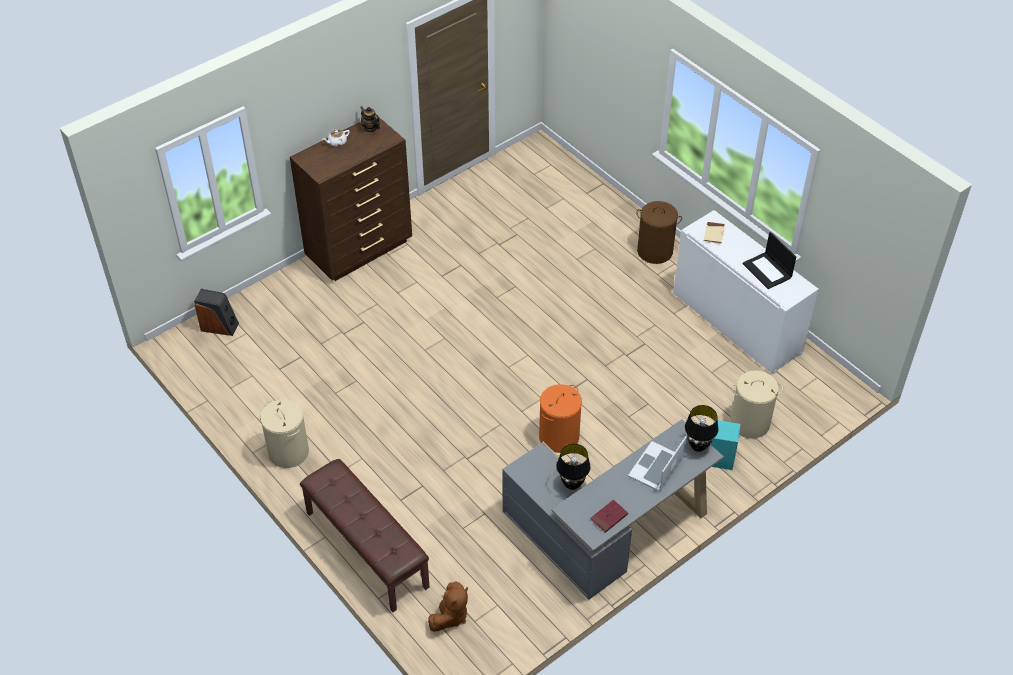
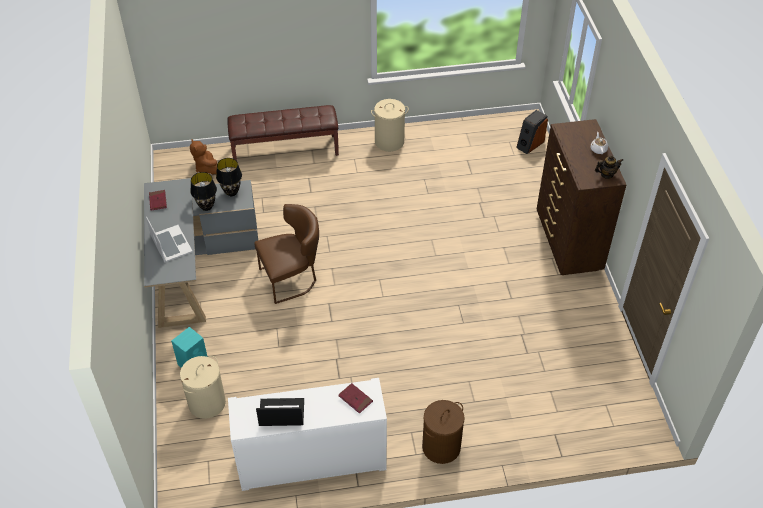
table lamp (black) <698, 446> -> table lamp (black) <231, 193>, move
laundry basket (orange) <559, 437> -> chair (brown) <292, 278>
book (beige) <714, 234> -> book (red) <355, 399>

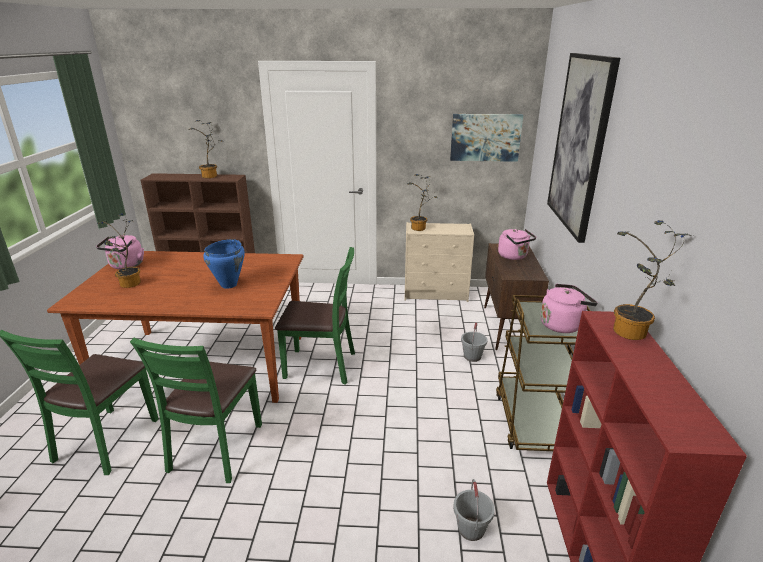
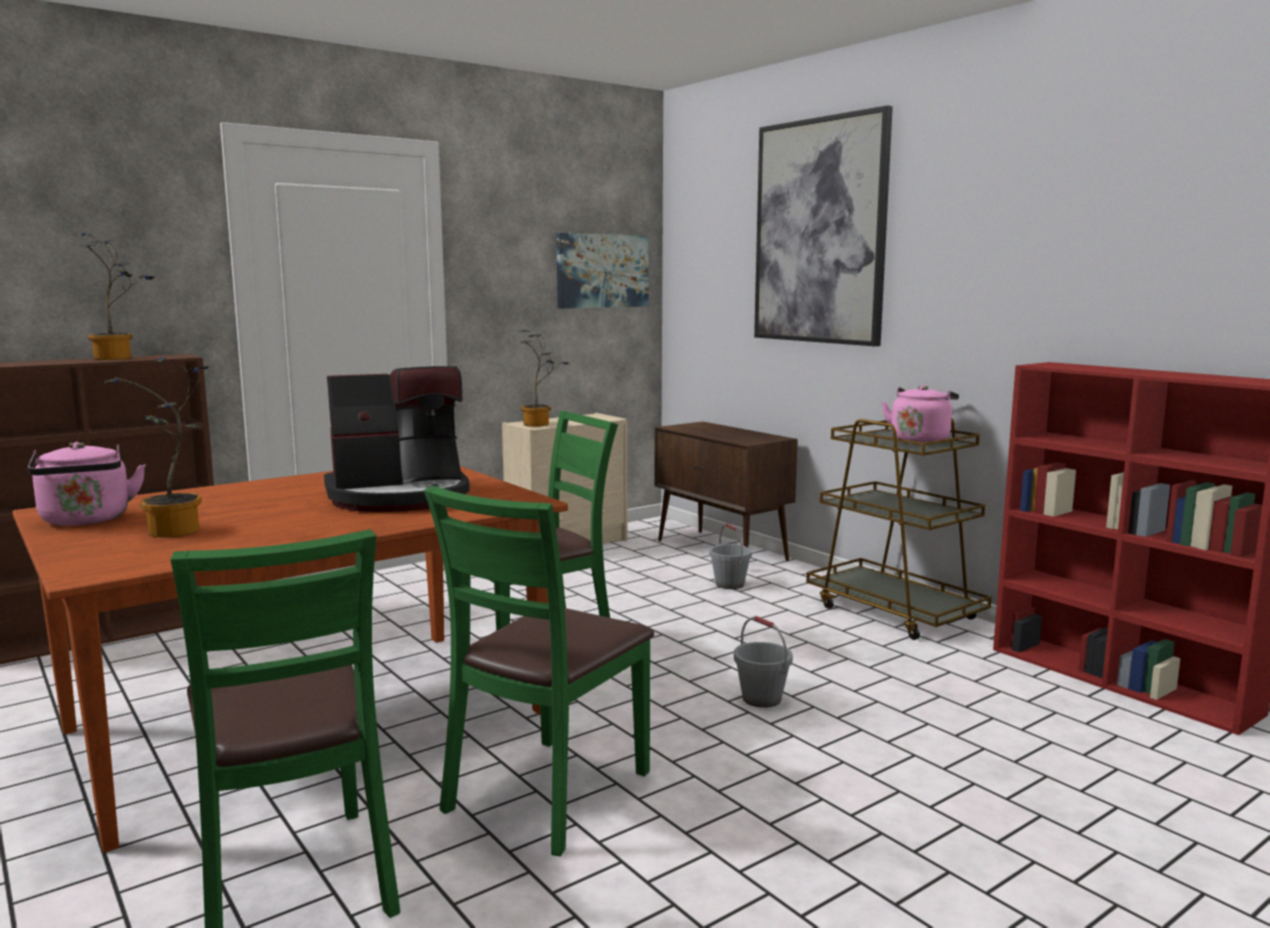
kettle (pink) <514, 256> -> none
potted plant <631, 334> -> none
bucket (grey) <471, 529> -> bucket (grey) <762, 699>, move
cooking pot (blue) <229, 285> -> coffee machine <400, 496>
chair (green) <216, 448> -> chair (green) <548, 793>, 60 degrees clockwise

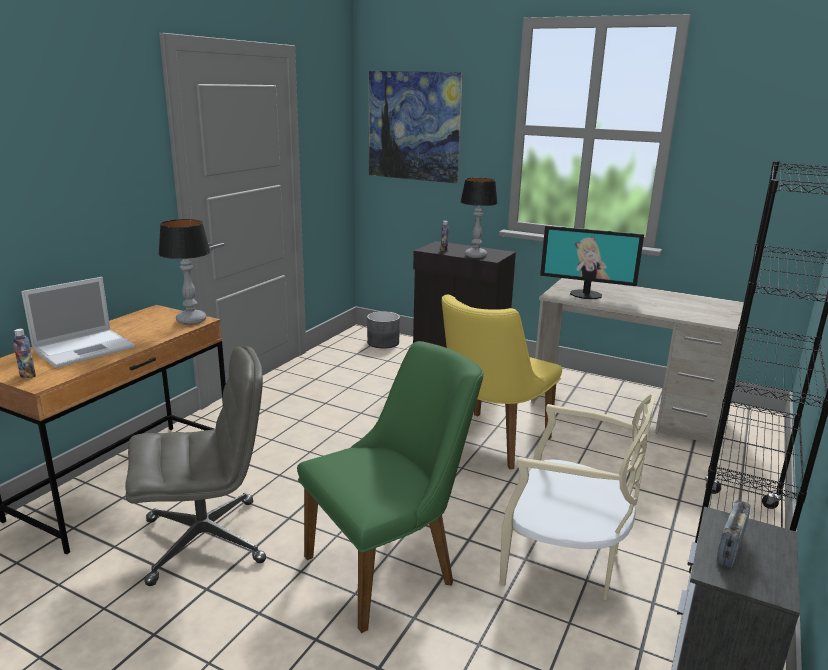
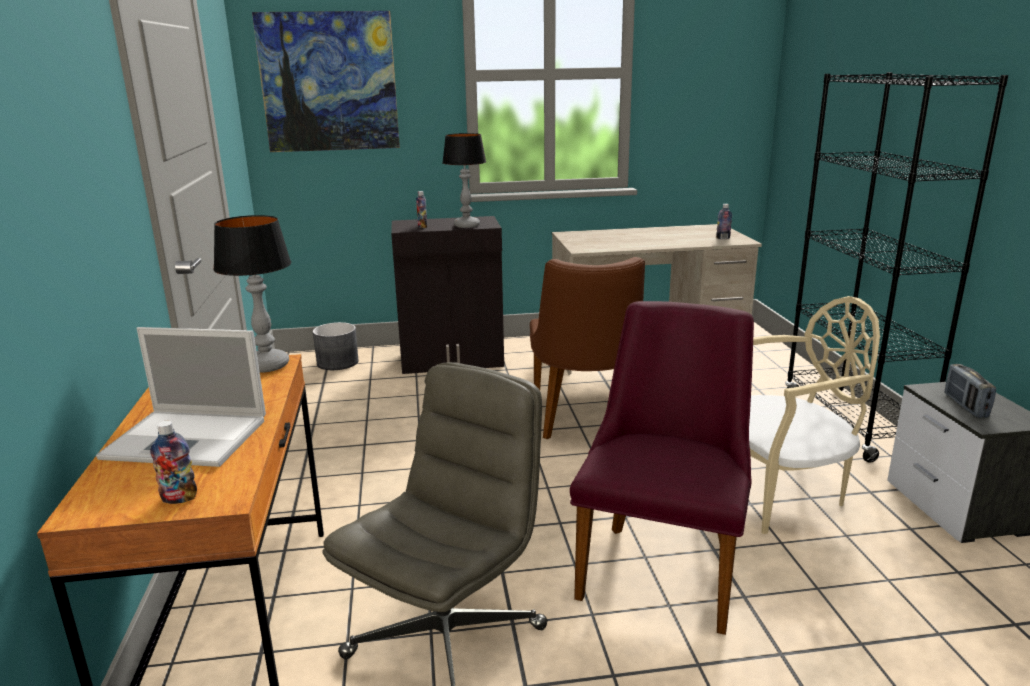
monitor <586, 294> -> none
none -> bottle <723, 238>
chair (green) <391, 566> -> chair (purple) <663, 565>
chair (yellow) <489, 444> -> chair (brown) <585, 422>
laptop <86, 348> -> laptop <189, 438>, 90 degrees clockwise

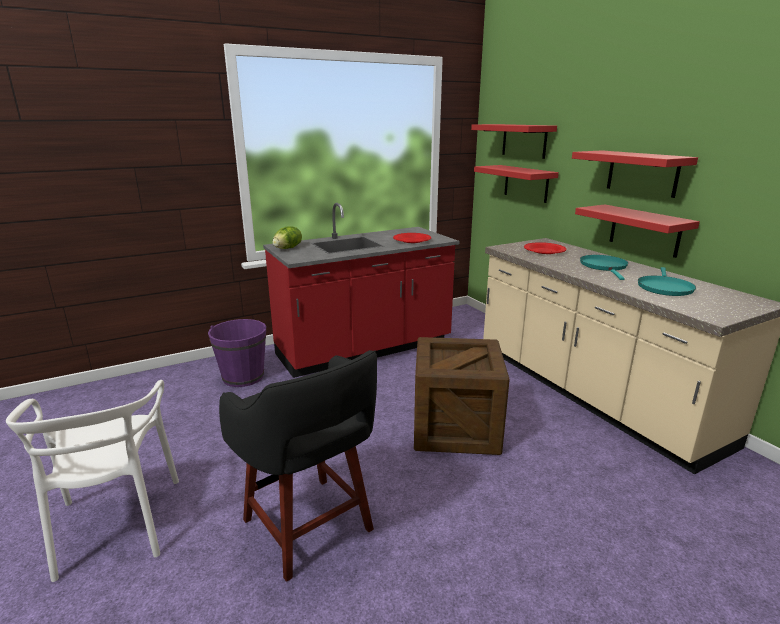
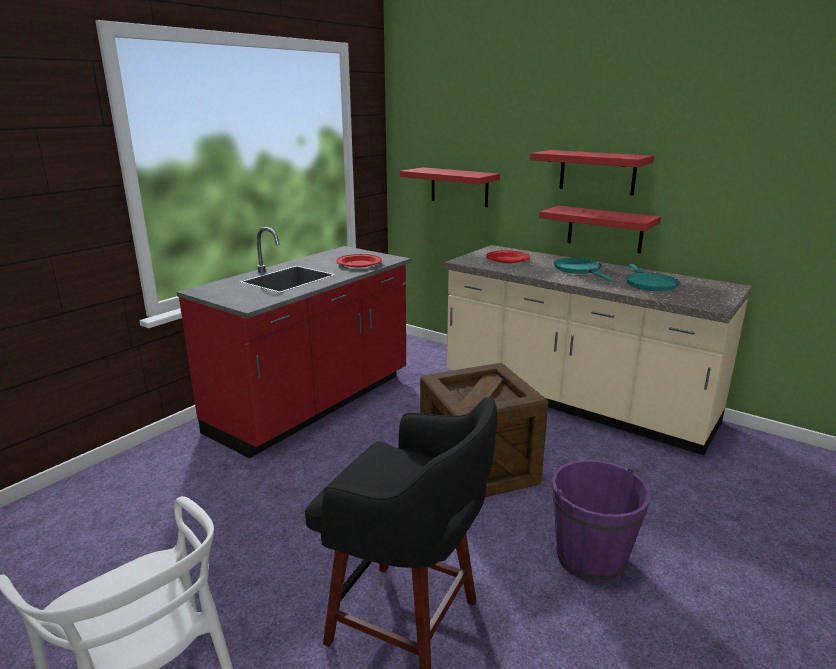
lettuce <288, 248> -> none
shelf (red) <524, 140> -> none
bucket (purple) <243, 377> -> bucket (purple) <591, 558>, move

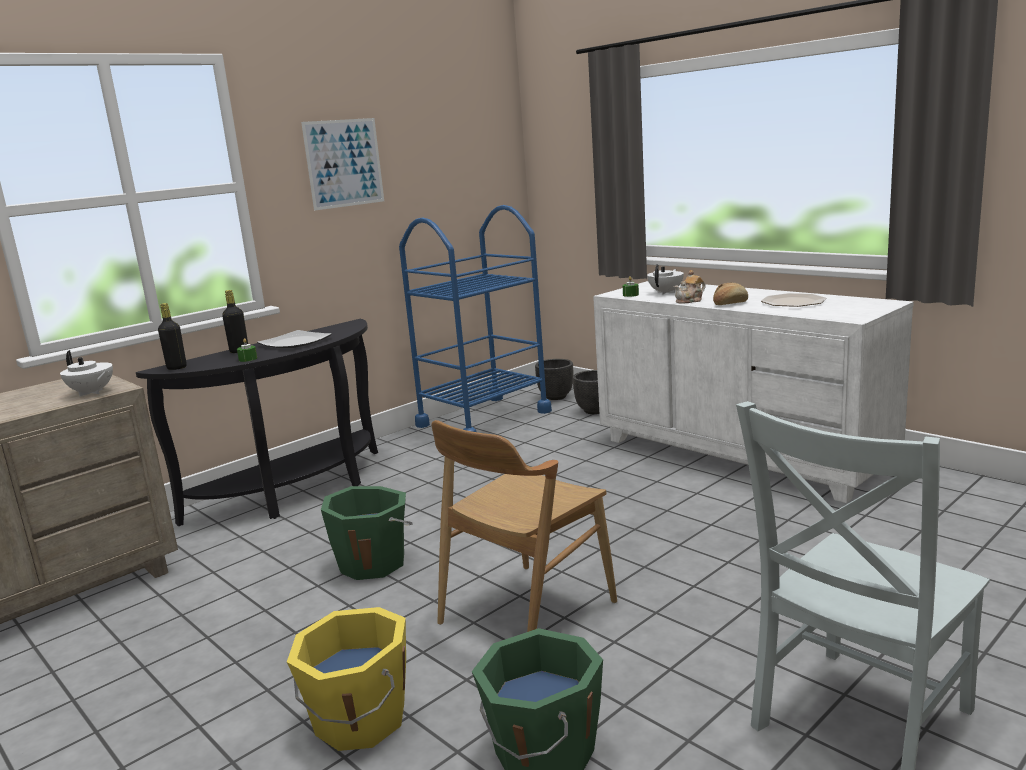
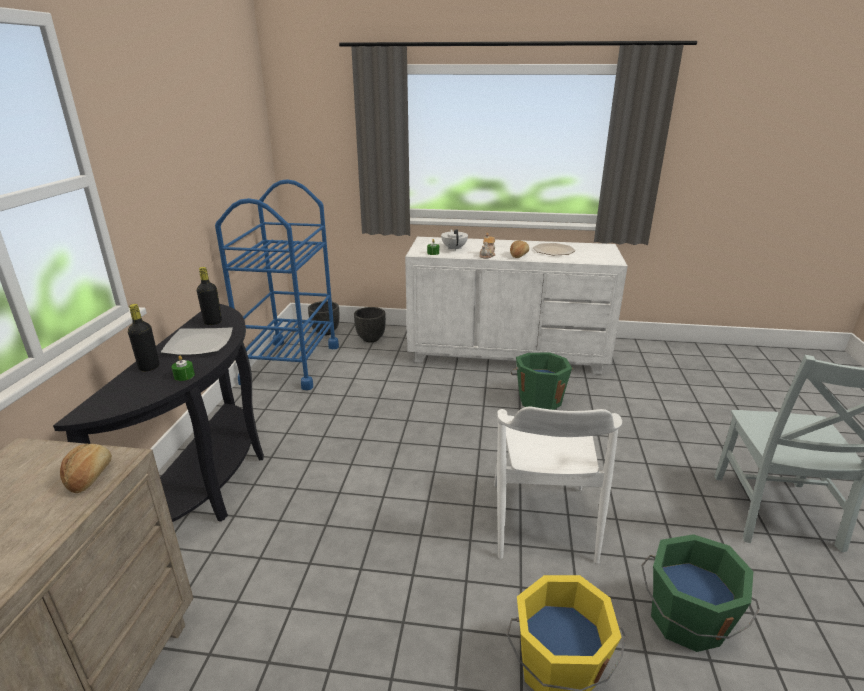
picture <344, 163> -> none
bottle (black) <177, 368> -> bottle (black) <213, 322>, move
bucket (green) <374, 562> -> bucket (green) <539, 400>, move
teapot (white) <92, 393> -> bread <89, 477>
chair (brown) <526, 612> -> chair (white) <541, 521>

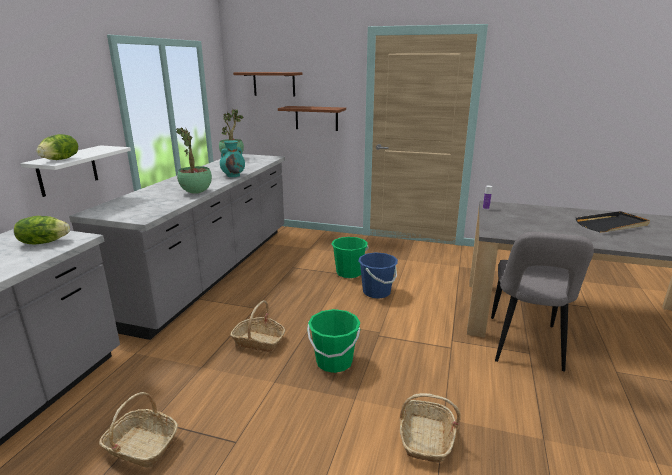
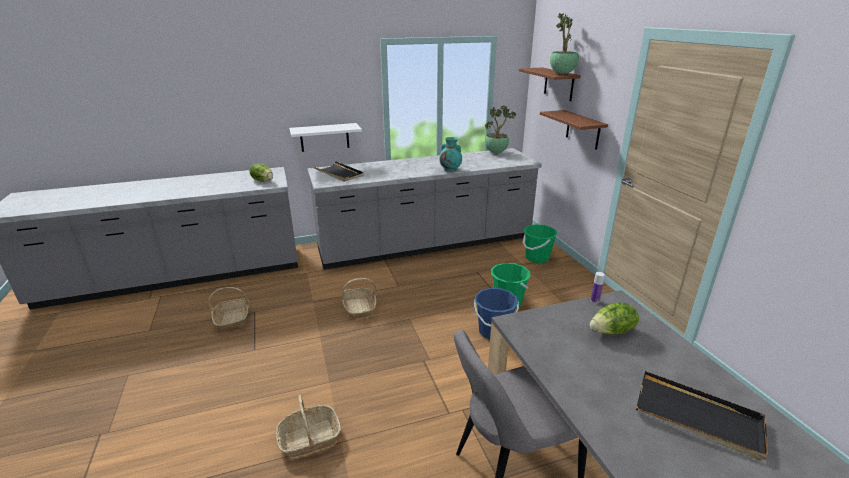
none -> tray (black) <339, 173>
lettuce <61, 159> -> lettuce <612, 331>, move
potted plant <196, 193> -> potted plant <562, 74>, move
bucket (green) <334, 362> -> bucket (green) <537, 258>, move

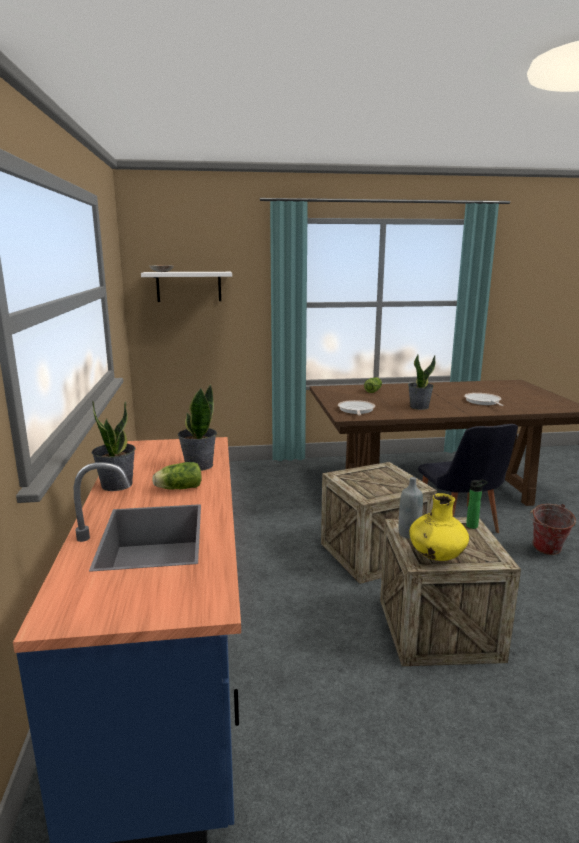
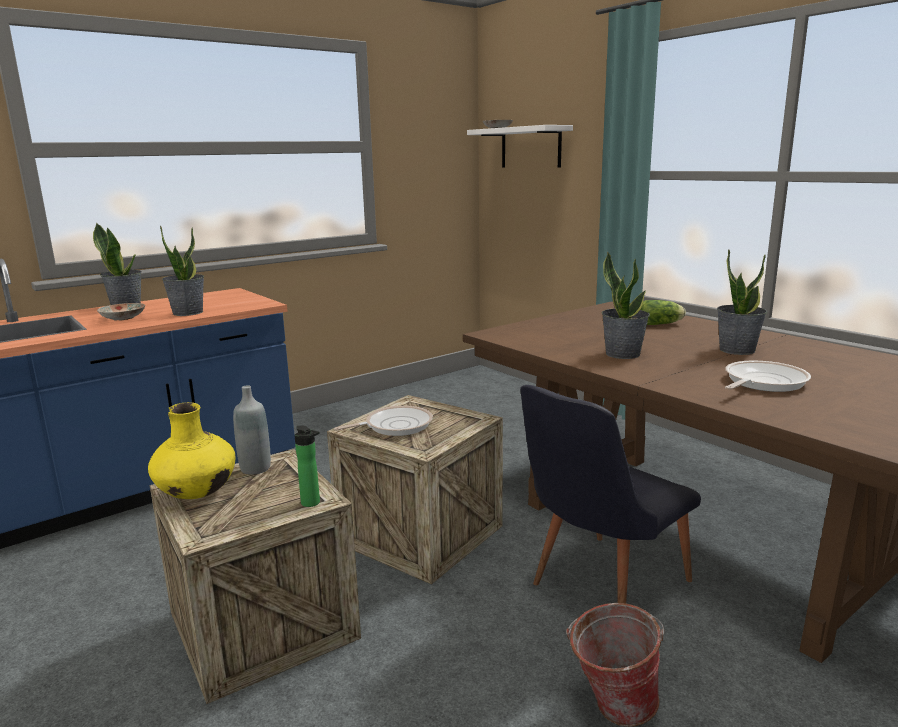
none -> potted plant <737, 350>
frying pan <356, 410> -> frying pan <395, 426>, move
lettuce <177, 488> -> plate <123, 318>

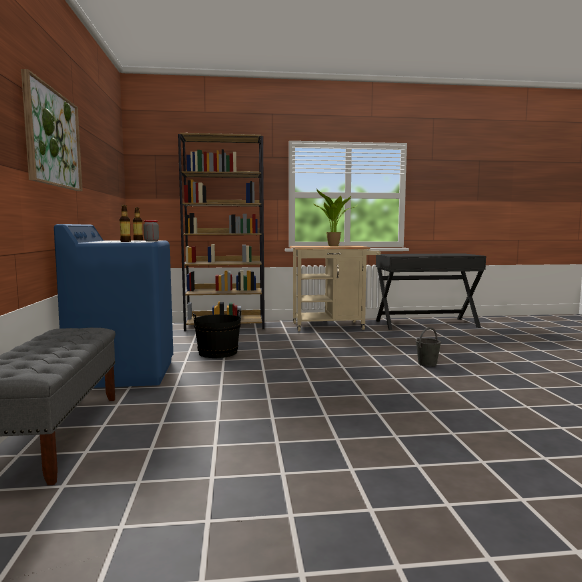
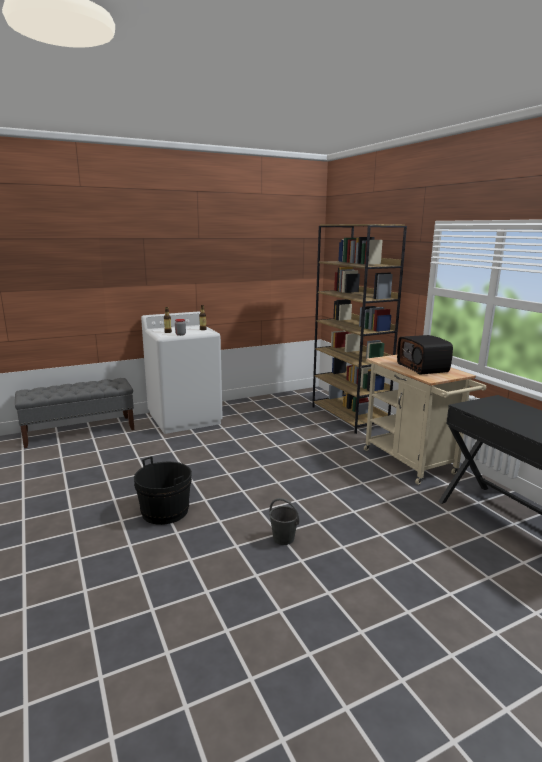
picture <53, 138> -> none
bucket (black) <218, 353> -> bucket (black) <165, 511>, move
potted plant <334, 246> -> radio <423, 368>
washing machine (blue) <123, 373> -> washing machine (white) <185, 418>

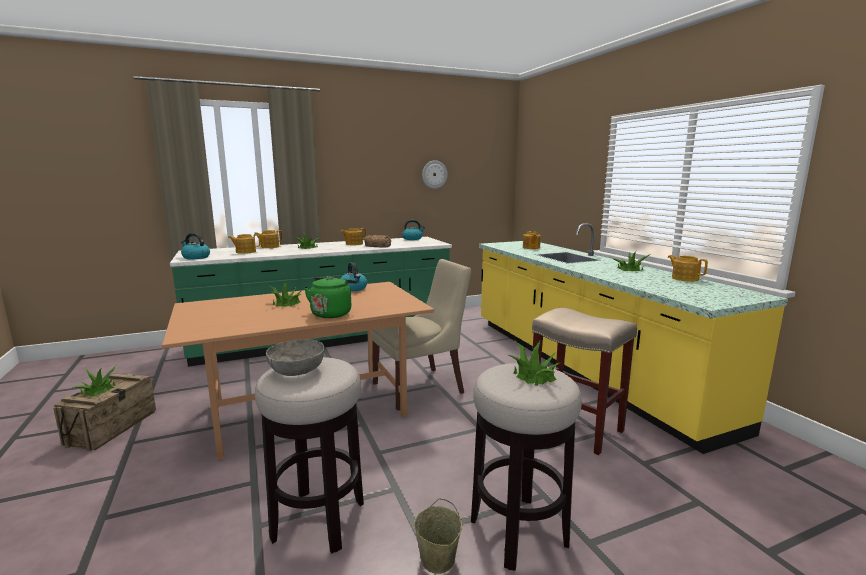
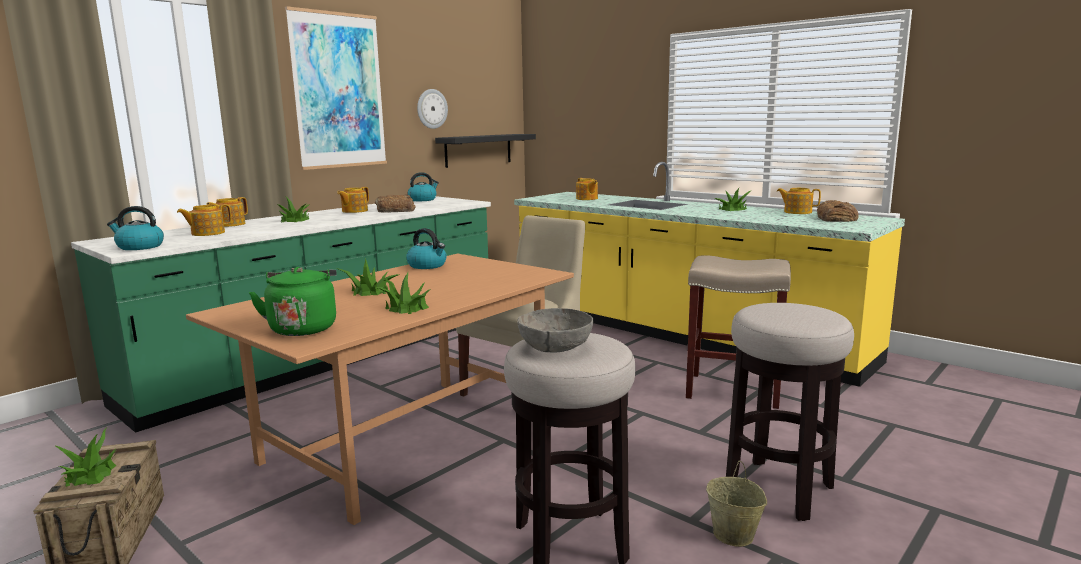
none -> picture <338, 91>
none -> shelf (black) <478, 150>
none -> bread <835, 218>
kettle (green) <332, 313> -> kettle (green) <303, 328>, move
potted plant <533, 376> -> potted plant <406, 308>, move

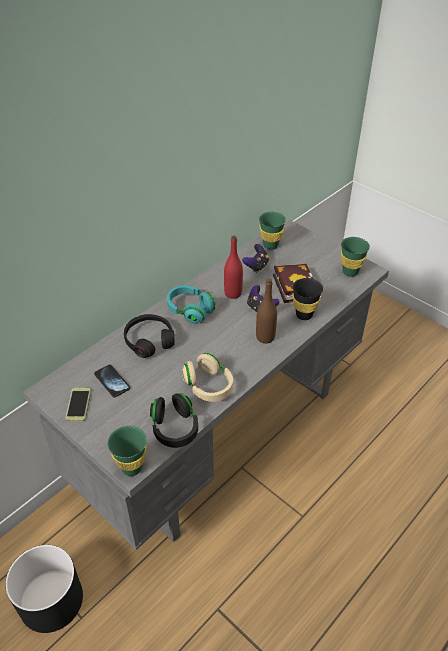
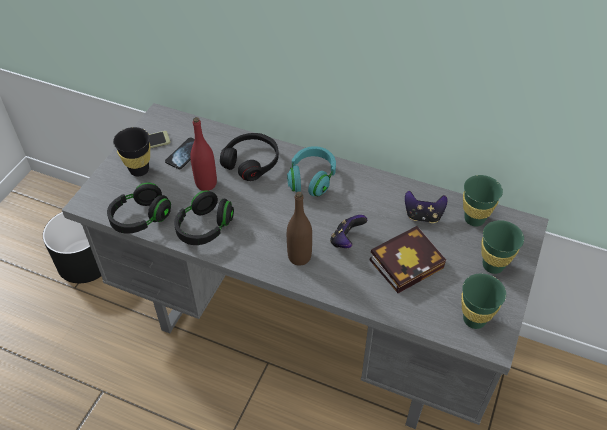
cup (green) <132, 467> -> cup (green) <493, 265>, move
bottle (red) <233, 293> -> bottle (red) <206, 184>, move
cup (black) <304, 315> -> cup (black) <139, 170>, move
headphones (beige) <208, 386> -> headphones (black) <204, 227>

